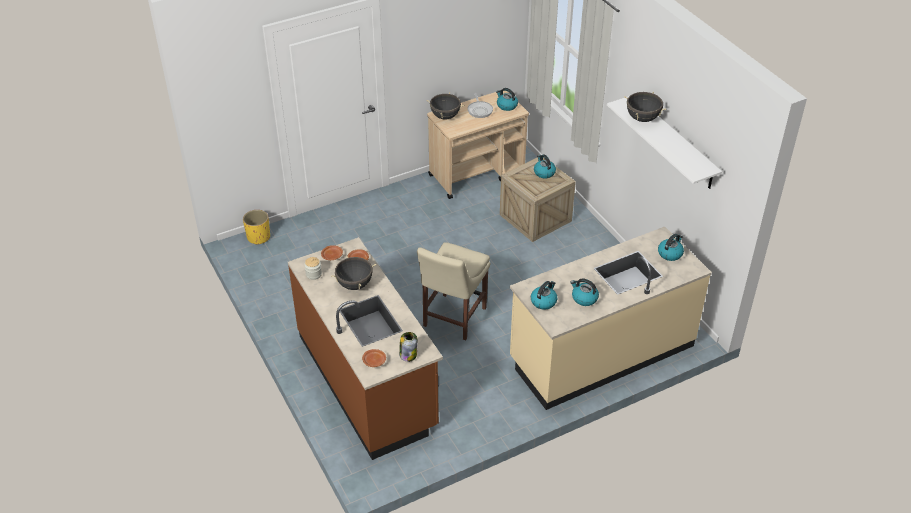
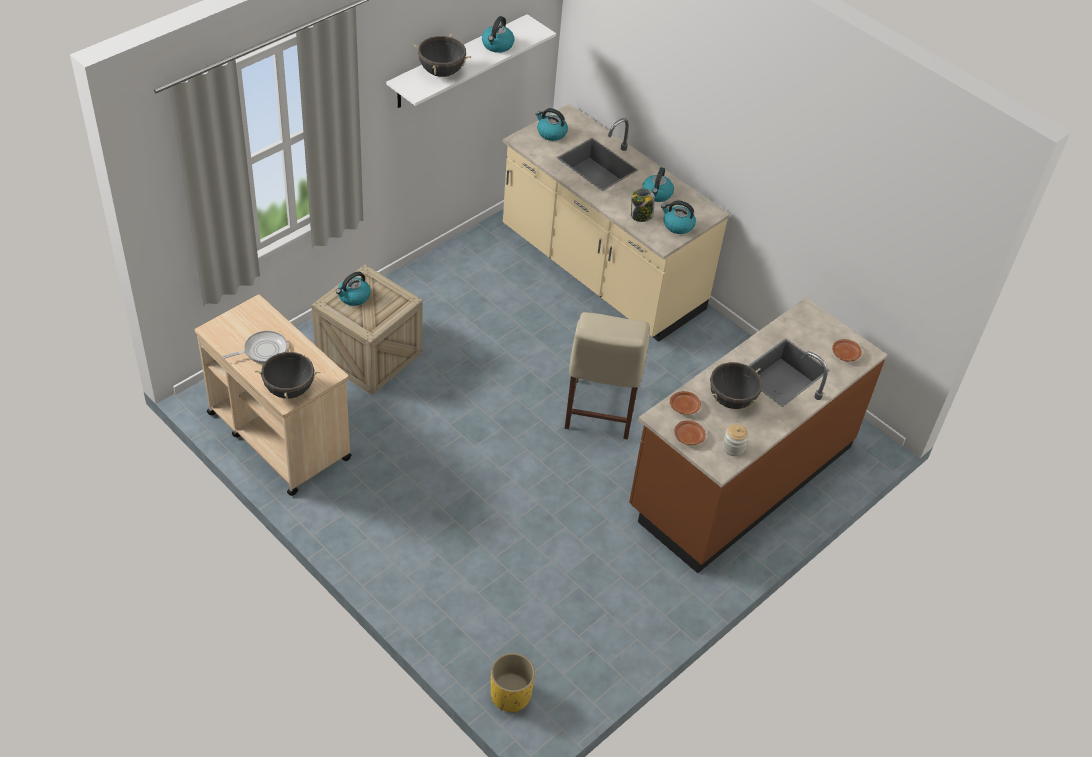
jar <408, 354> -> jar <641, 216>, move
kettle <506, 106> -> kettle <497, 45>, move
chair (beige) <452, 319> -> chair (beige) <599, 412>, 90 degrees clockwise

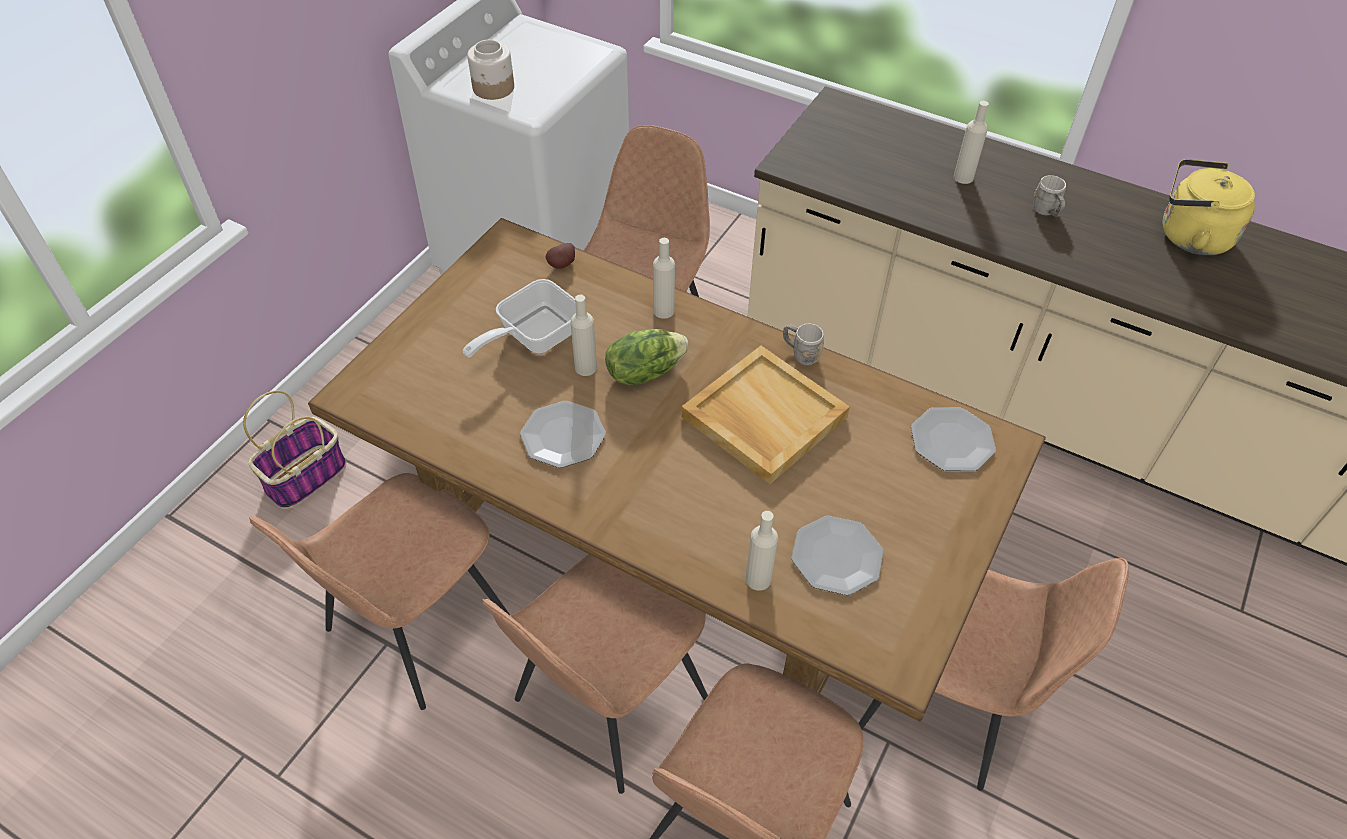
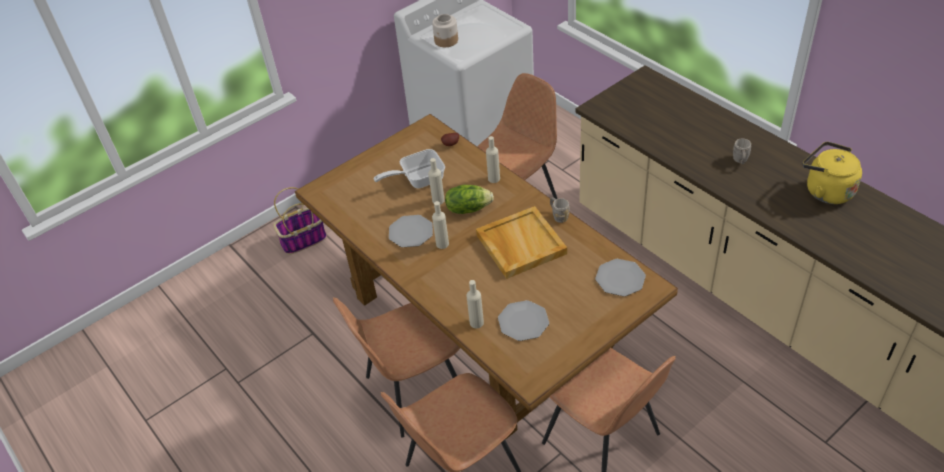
chair (brown) <415, 627> -> none
bottle (beige) <963, 177> -> bottle (beige) <442, 244>, move

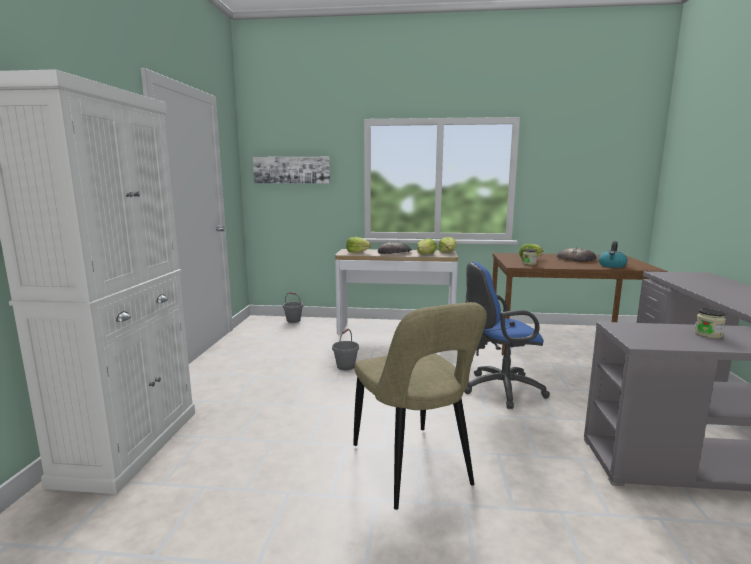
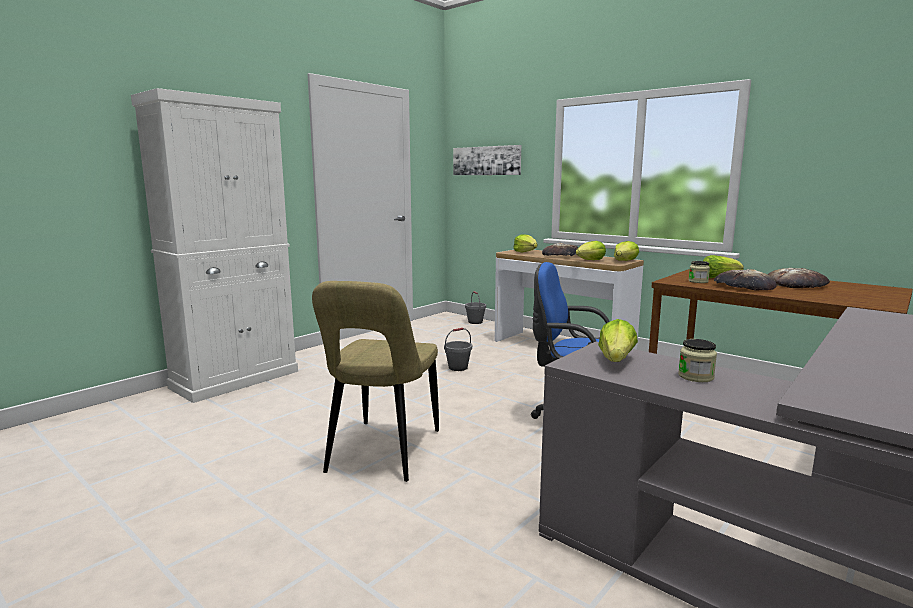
kettle <612, 266> -> none
none -> lettuce <616, 361>
none -> bread <743, 286>

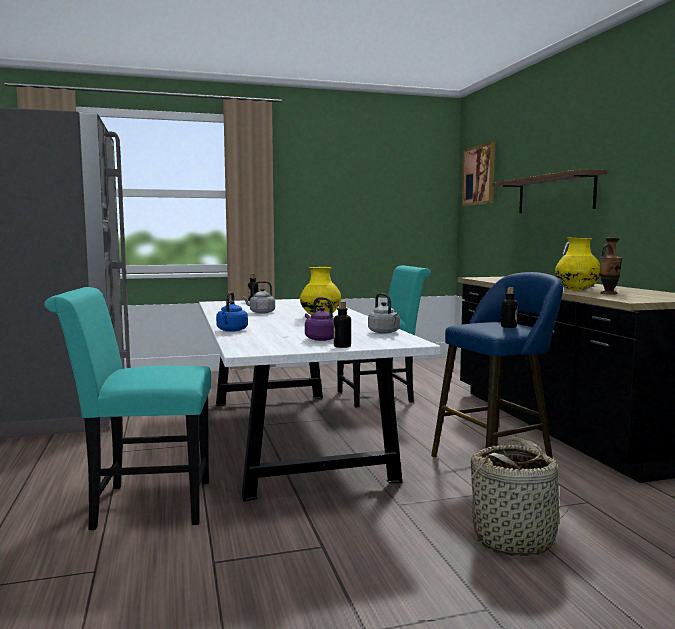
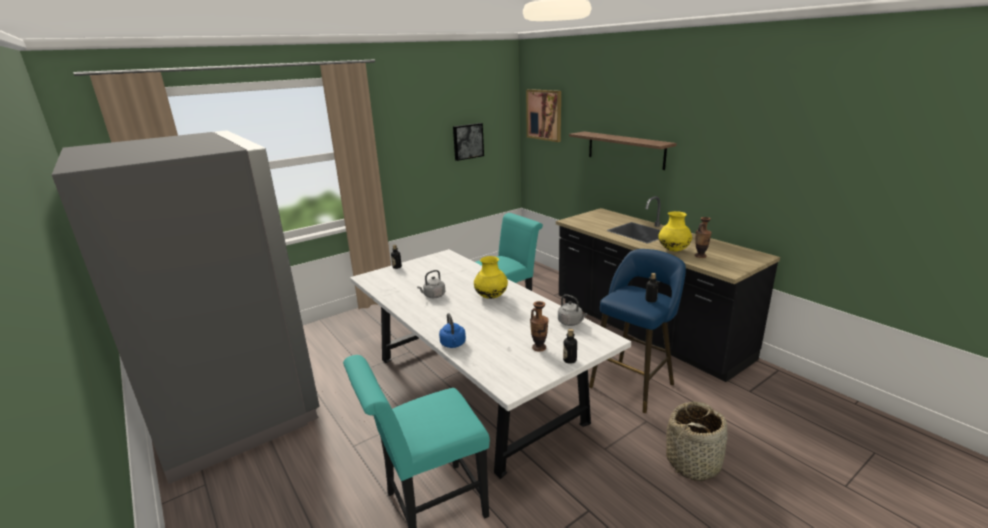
none -> picture <467, 141>
kettle (purple) <320, 339> -> vase <539, 348>

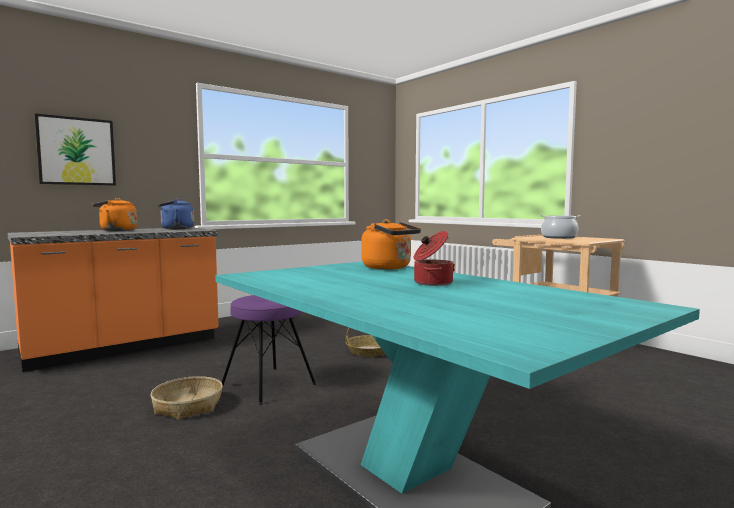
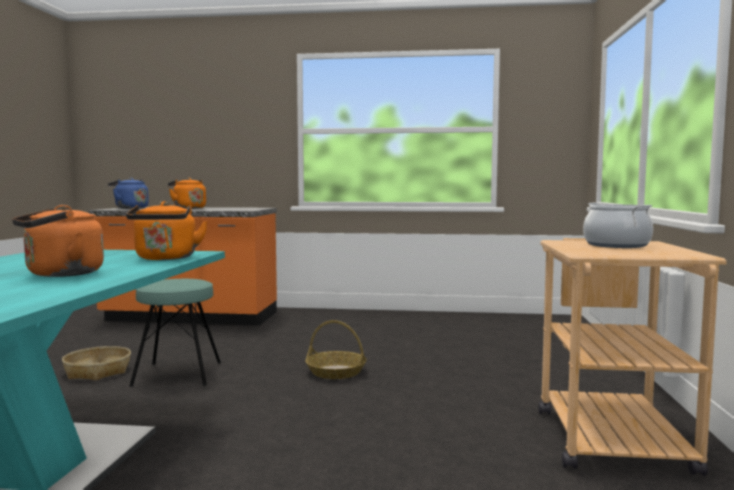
picture <76, 151> -> none
kettle (blue) <175, 229> -> kettle (blue) <130, 208>, move
cooking pot <432, 283> -> kettle (orange) <60, 274>
stool (purple) <268, 385> -> stool (turquoise) <177, 374>

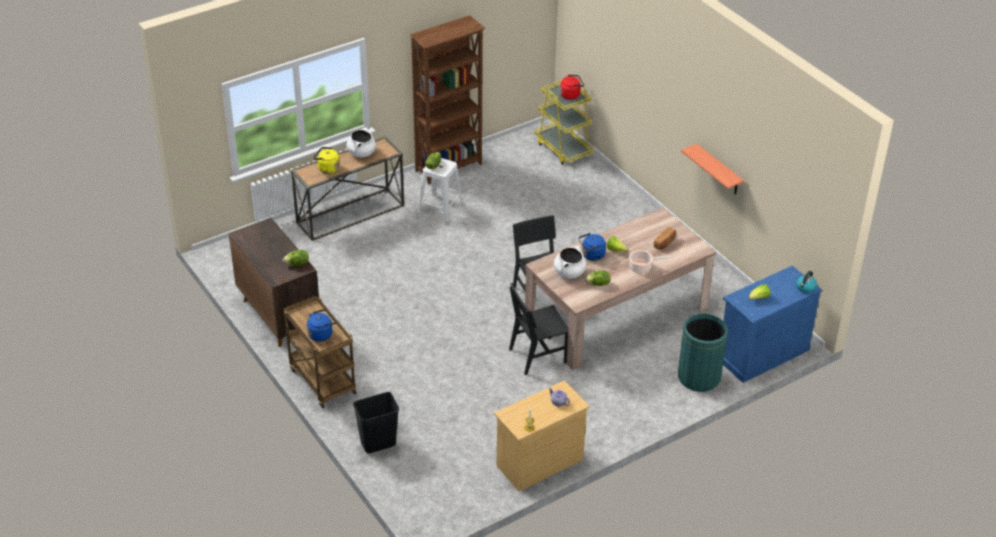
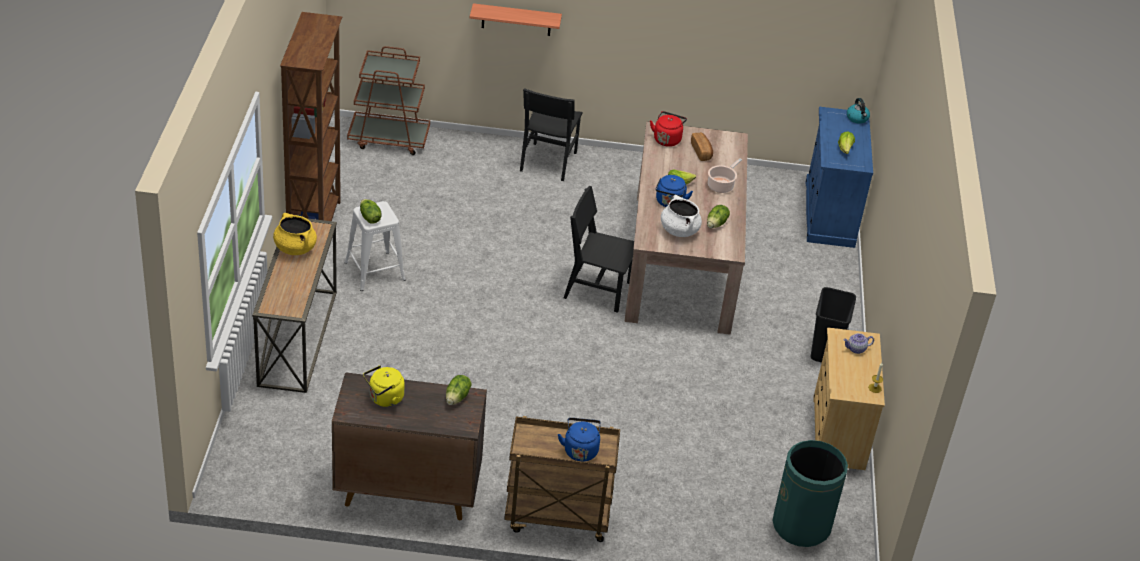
kettle (yellow) <327, 169> -> kettle (yellow) <384, 399>, move
trash can (black) <378, 444> -> trash can (black) <825, 352>, move
chair (black) <537, 355> -> chair (black) <548, 161>, move
kettle (red) <571, 95> -> kettle (red) <667, 139>, move
trash can (green) <699, 377> -> trash can (green) <801, 525>, move
shelf <718, 170> -> shelf <516, 20>, move
cooking pot (white) <361, 153> -> cooking pot (yellow) <295, 248>
cart (yellow) <563, 148> -> cart (brown) <389, 139>

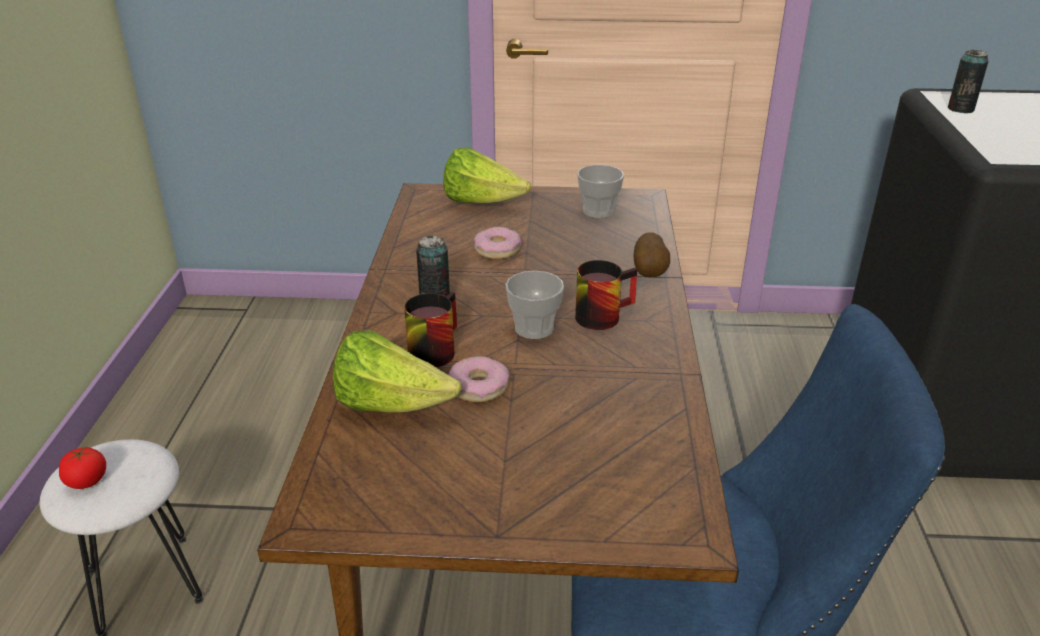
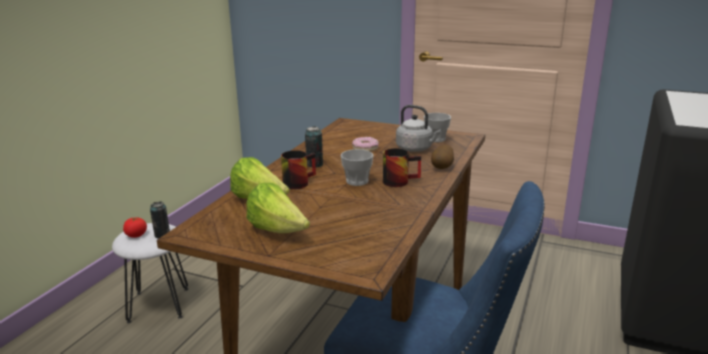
donut <479, 387> -> none
none -> kettle (grey) <416, 149>
lettuce <481, 202> -> lettuce <278, 230>, move
can <960, 109> -> can <162, 235>, move

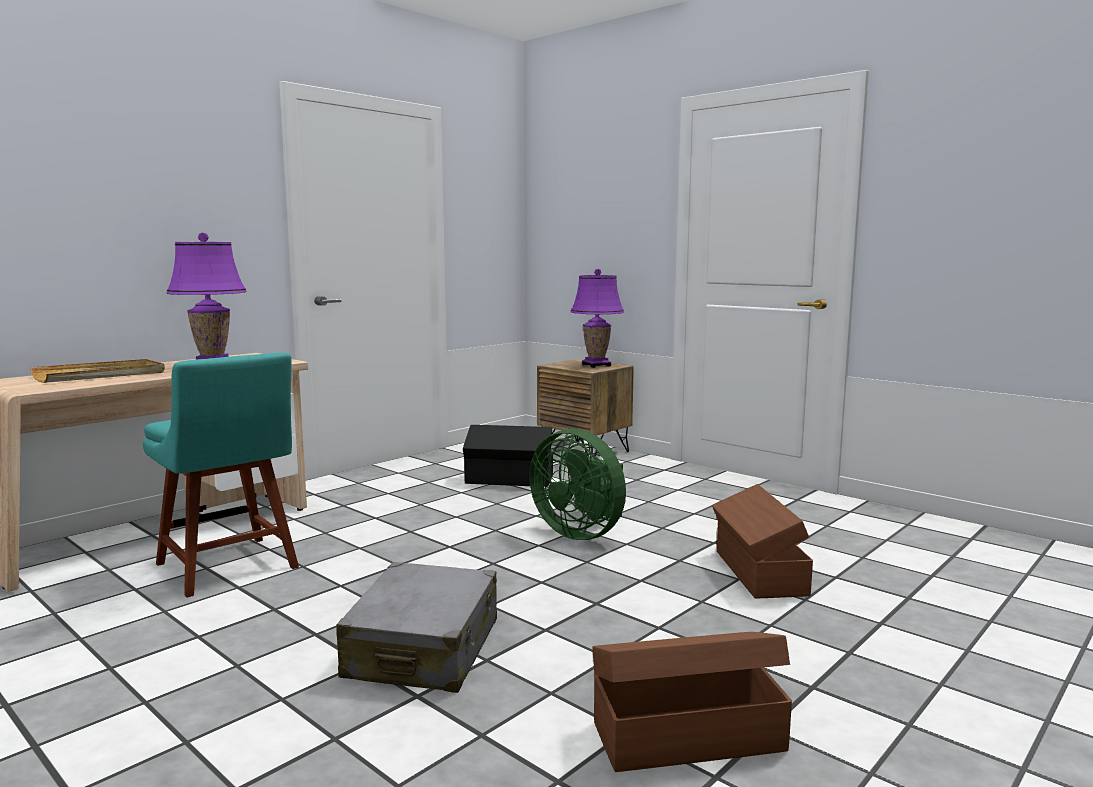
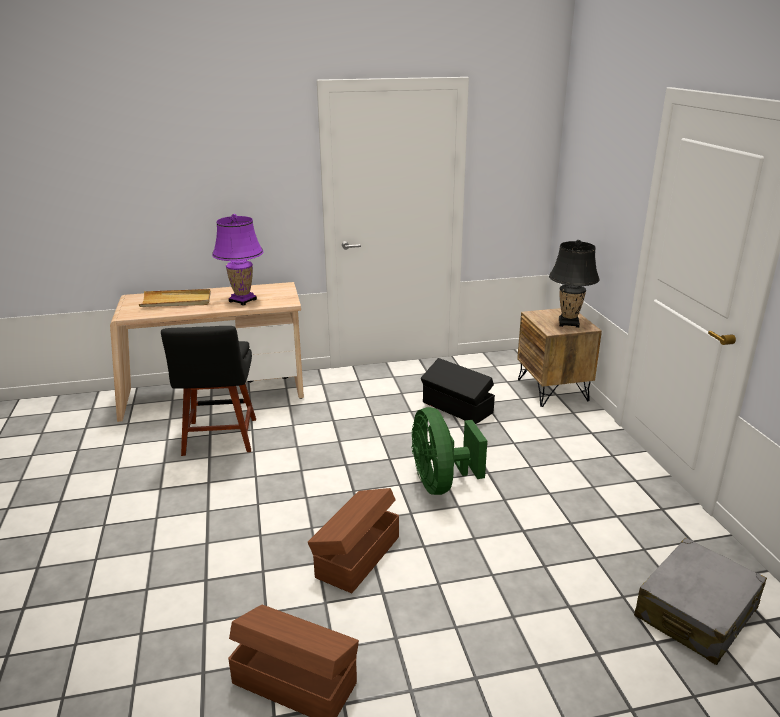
suitcase (grey) <424, 649> -> suitcase (grey) <696, 613>, move
storage box (brown) <758, 573> -> storage box (brown) <356, 556>, move
chair (turquoise) <229, 568> -> chair (black) <219, 439>
table lamp (purple) <596, 365> -> table lamp (black) <569, 323>

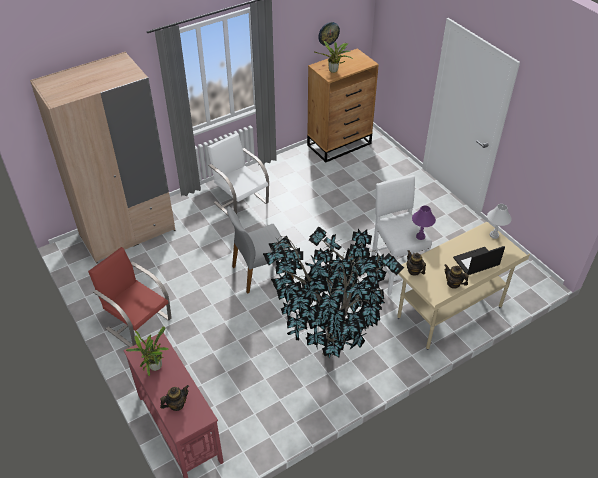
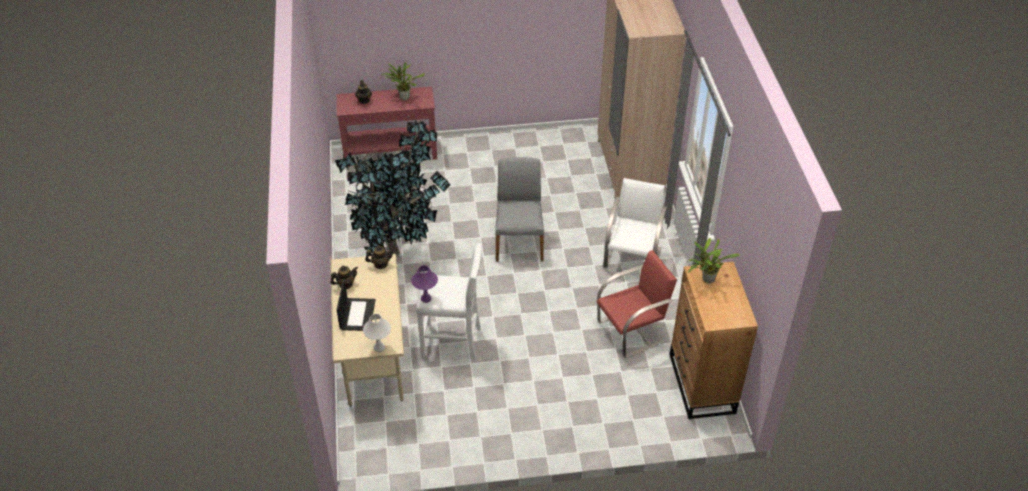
wall clock <328, 33> -> none
chair (red) <138, 323> -> chair (red) <632, 331>, move
chair (white) <240, 202> -> chair (white) <633, 257>, 60 degrees counterclockwise

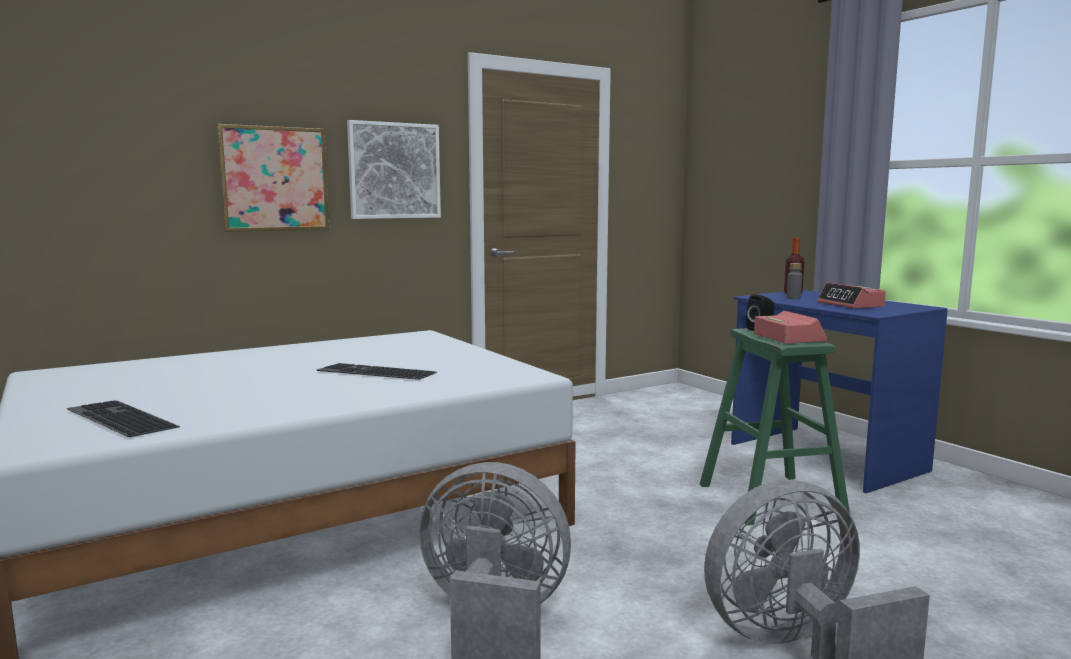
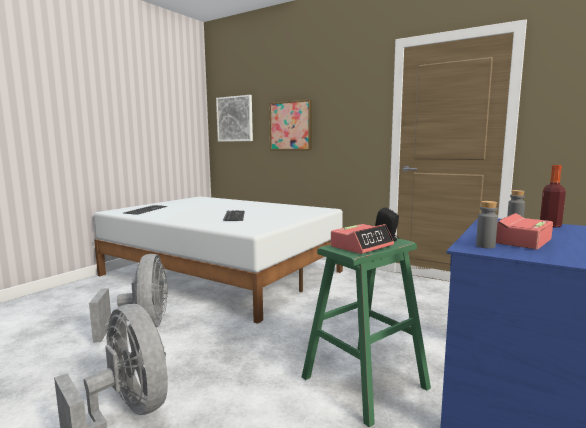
none -> bottle (grey) <485, 246>
picture <394, 171> -> picture <235, 119>, move

